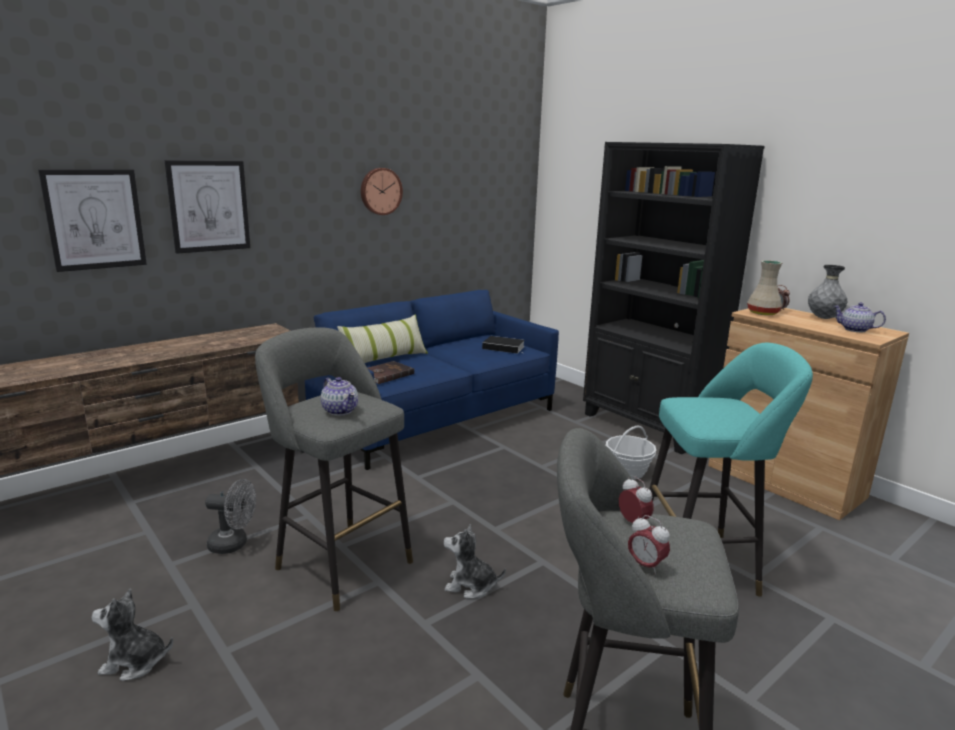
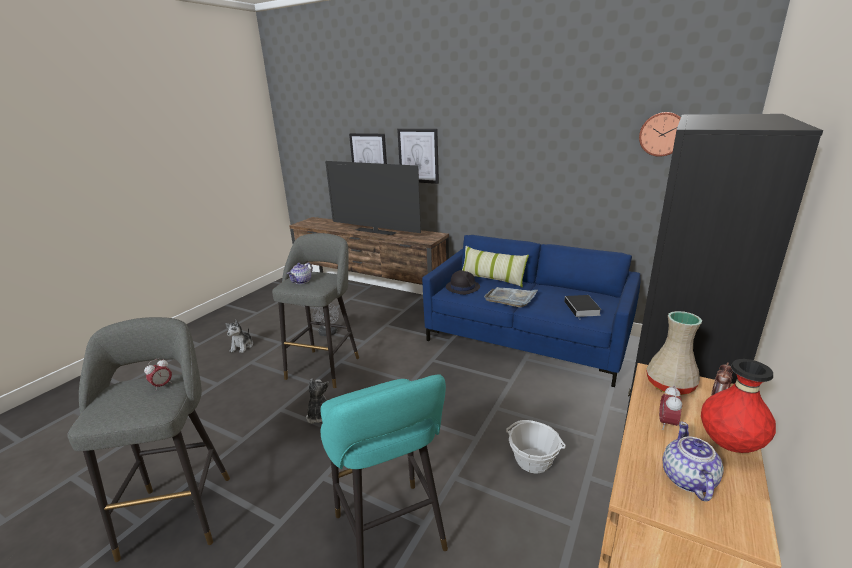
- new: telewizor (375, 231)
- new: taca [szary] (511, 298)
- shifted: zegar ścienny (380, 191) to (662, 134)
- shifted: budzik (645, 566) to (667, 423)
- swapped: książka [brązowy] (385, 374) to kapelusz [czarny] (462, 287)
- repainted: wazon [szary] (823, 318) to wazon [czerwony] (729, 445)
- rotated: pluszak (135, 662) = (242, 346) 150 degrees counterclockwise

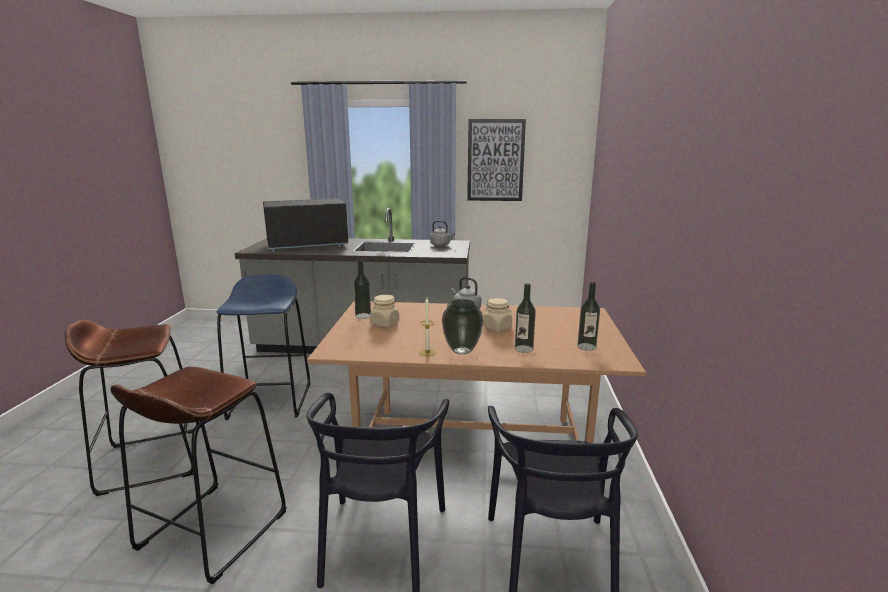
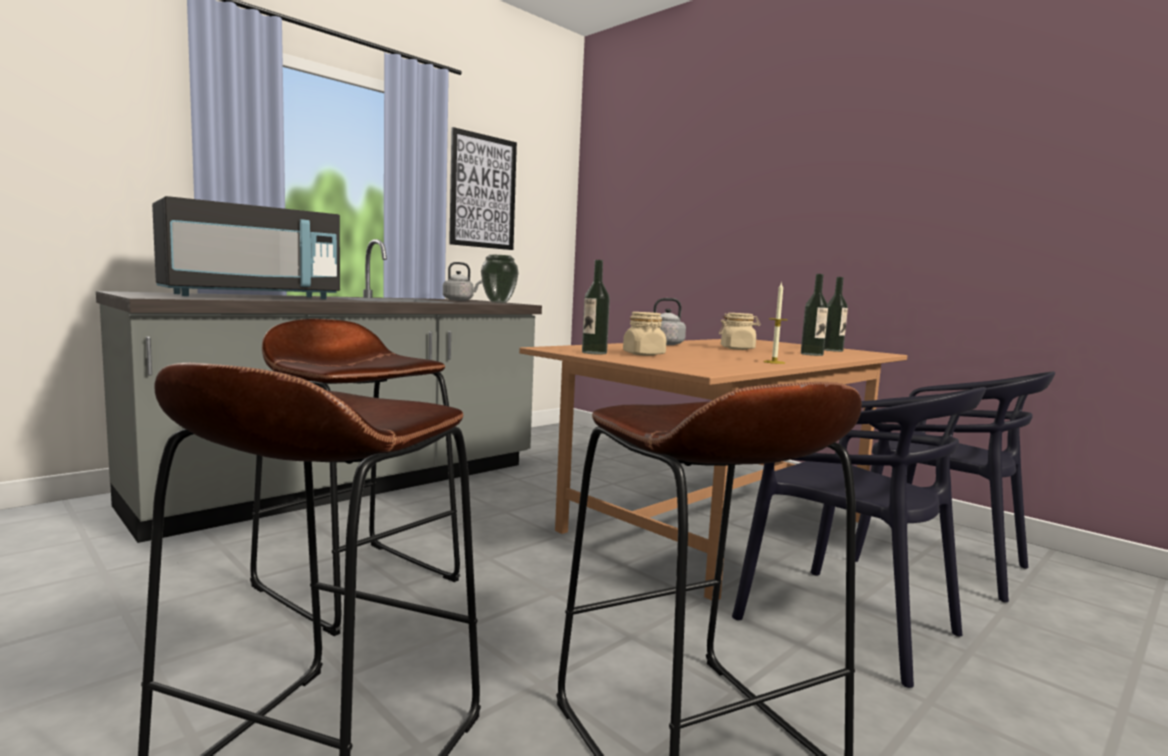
- shifted: wazon (462, 351) to (499, 302)
- repainted: stołek [niebieski] (271, 400) to stołek [brązowy] (357, 583)
- rotated: mikrofalówka [czarny] (307, 245) = (251, 297) 150 degrees counterclockwise

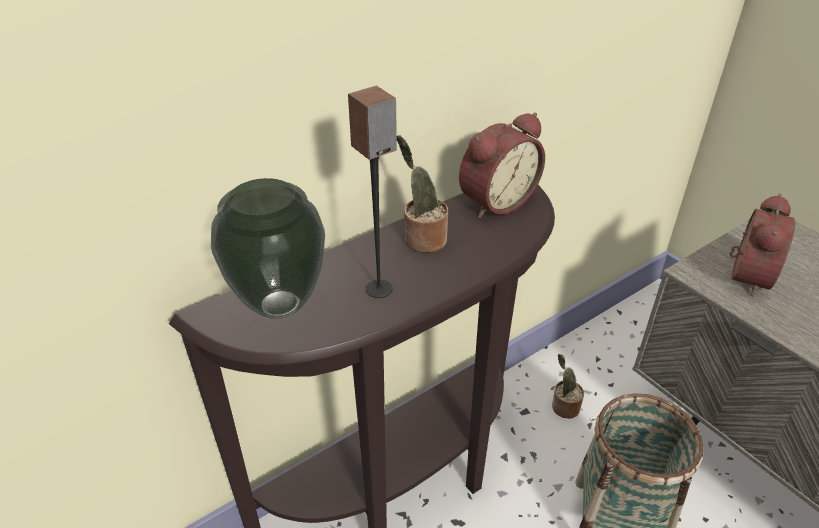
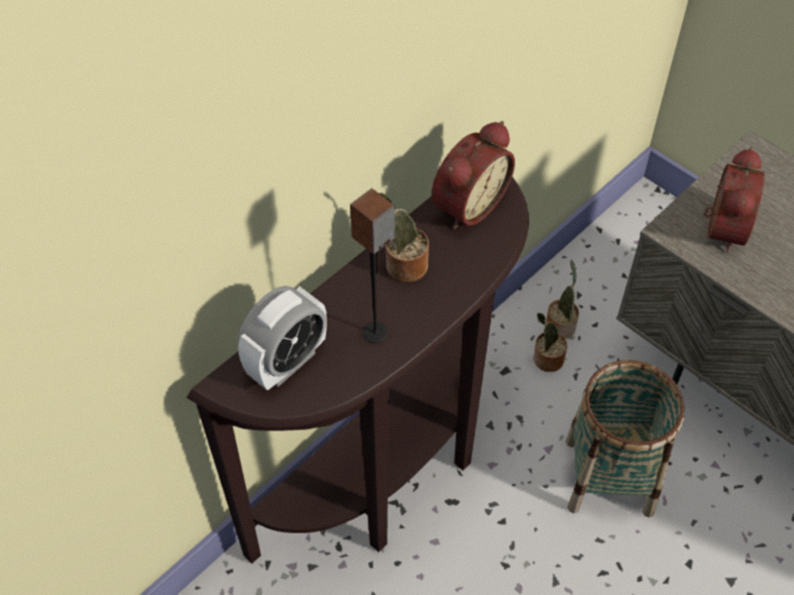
- new: roślina doniczkowa (560, 325)
- swapped: wazon (280, 303) to budzik (287, 362)

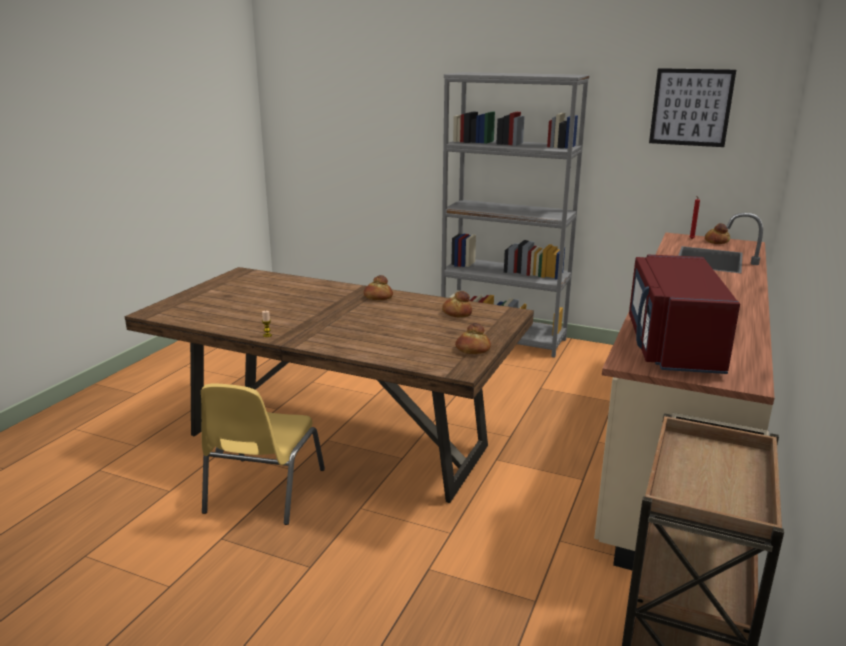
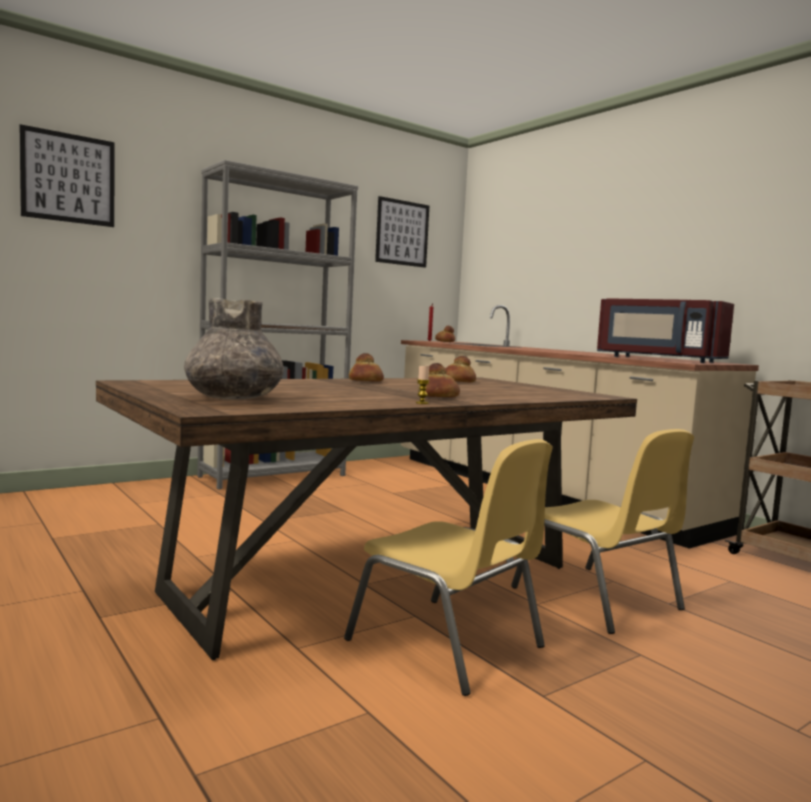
- new: obraz (68, 178)
- new: wazon [szary] (234, 398)
- new: krzesło [żółty] (598, 599)
- shifted: chleb (472, 349) to (437, 397)

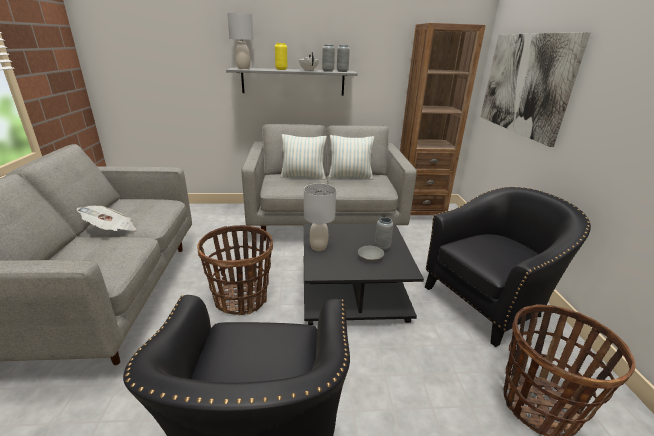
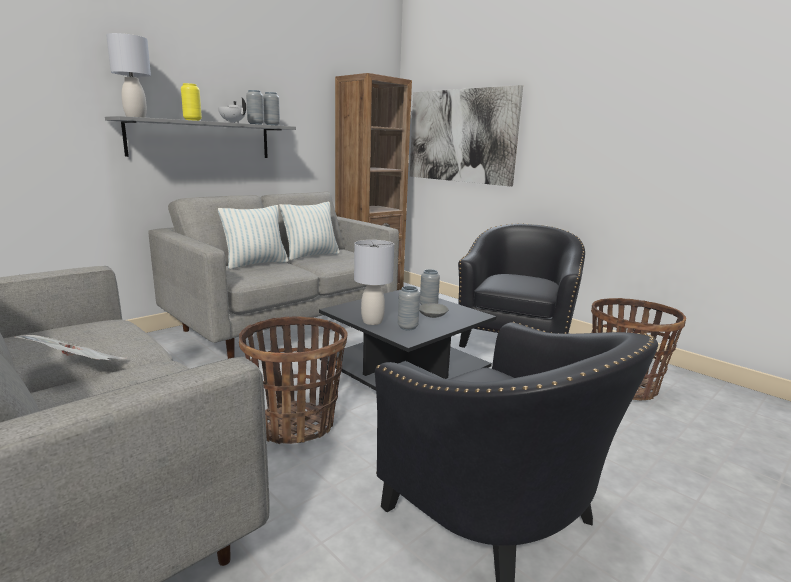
- new: wazon [szary] (407, 327)

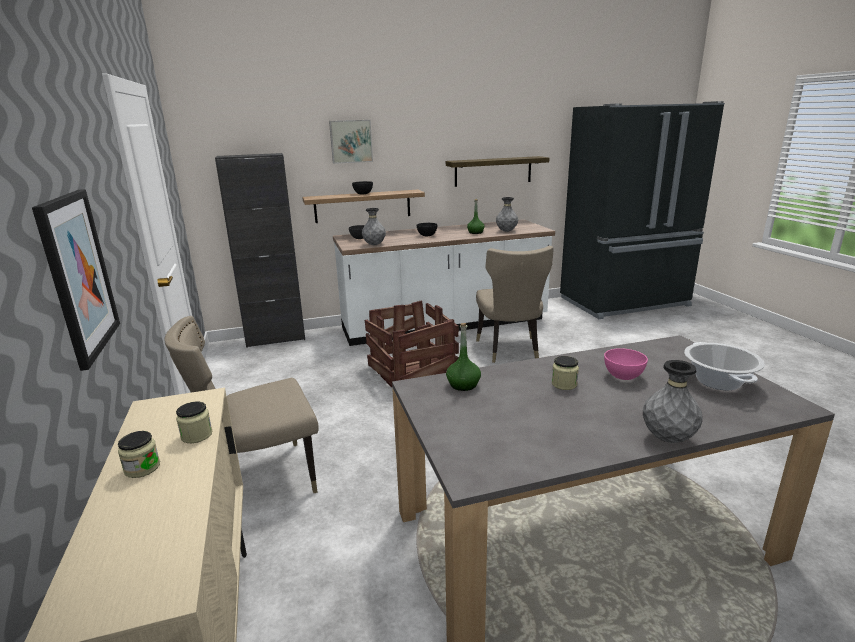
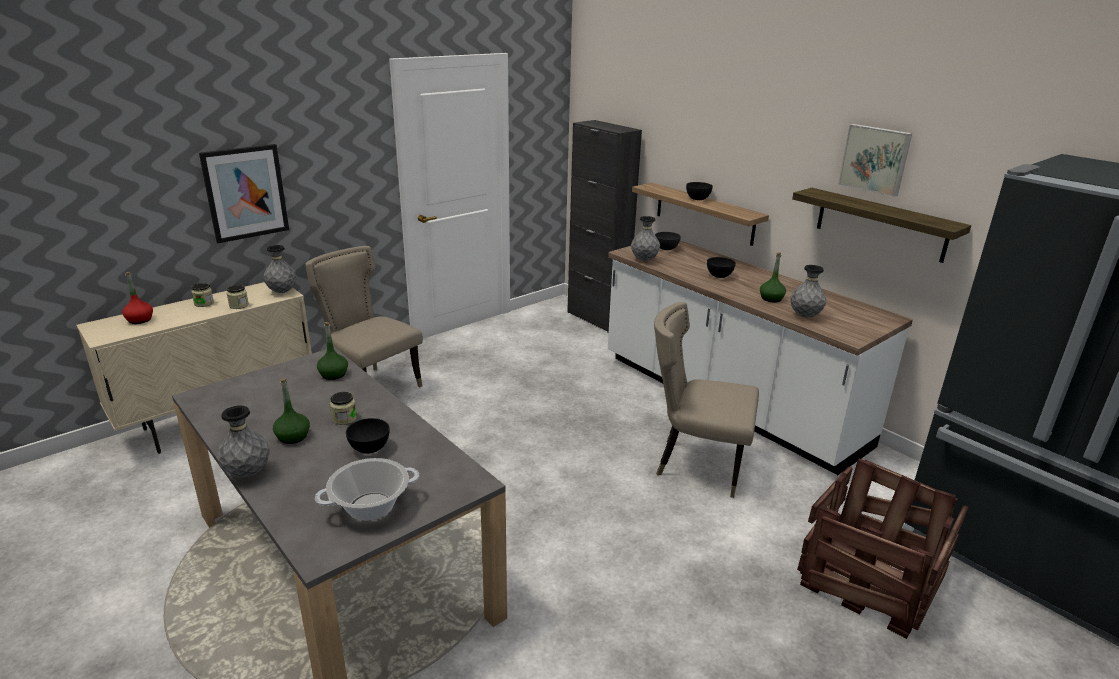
- new: butelka [czerwony] (139, 320)
- new: wazon [szary] (282, 292)
- new: butelka [zielony] (293, 437)
- shifted: obraz (351, 141) to (875, 159)
- shifted: skrzynka (413, 370) to (871, 580)
- repainted: miska [różowy] (623, 376) to miska [czarny] (369, 448)
- rotated: krzesło [beżowy] (510, 351) = (696, 463) 45 degrees clockwise

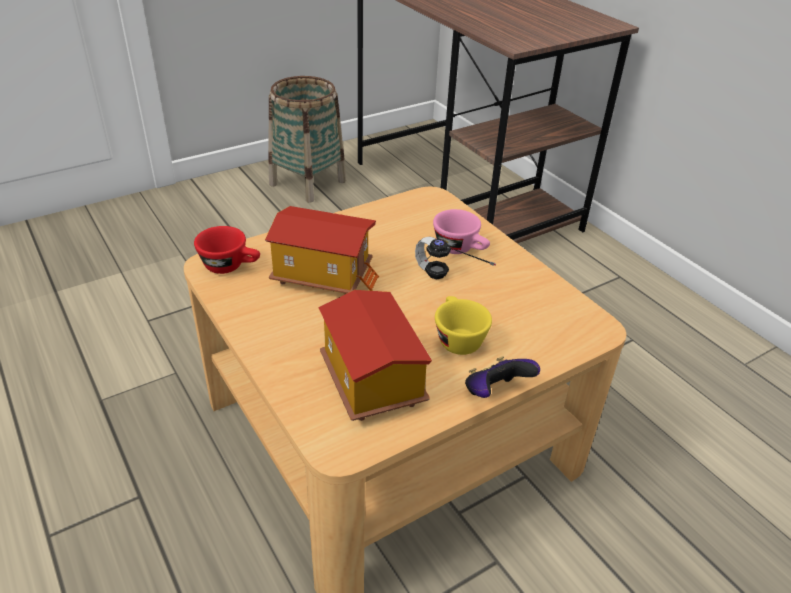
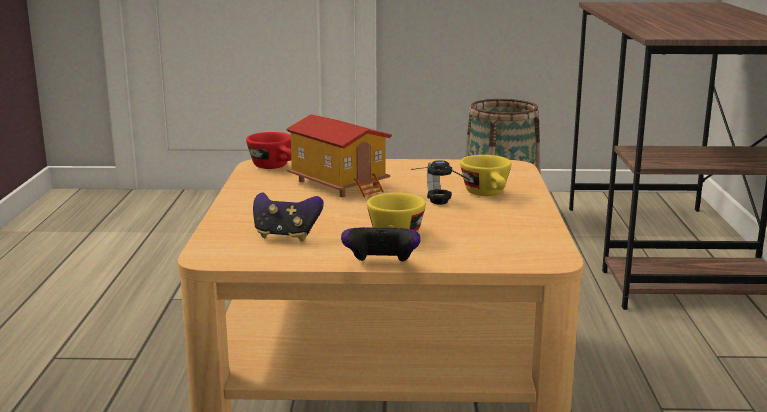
- swapped: domek (370, 382) to pad do gier (286, 236)
- repainted: filiżanka [różowy] (461, 249) to filiżanka [żółty] (488, 194)

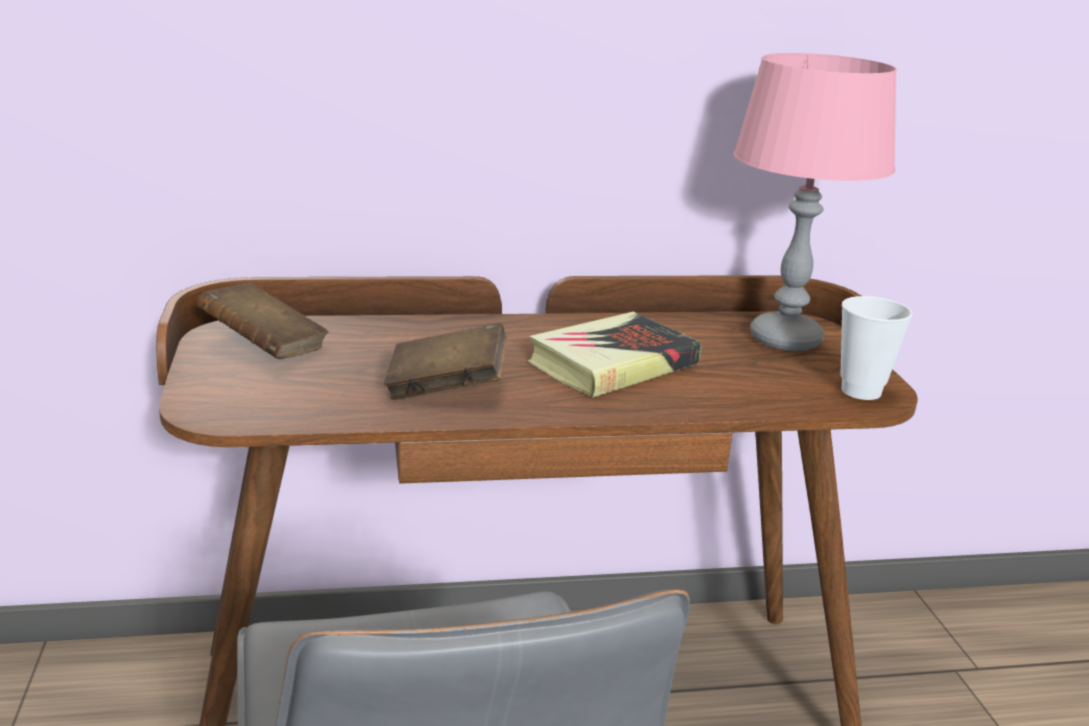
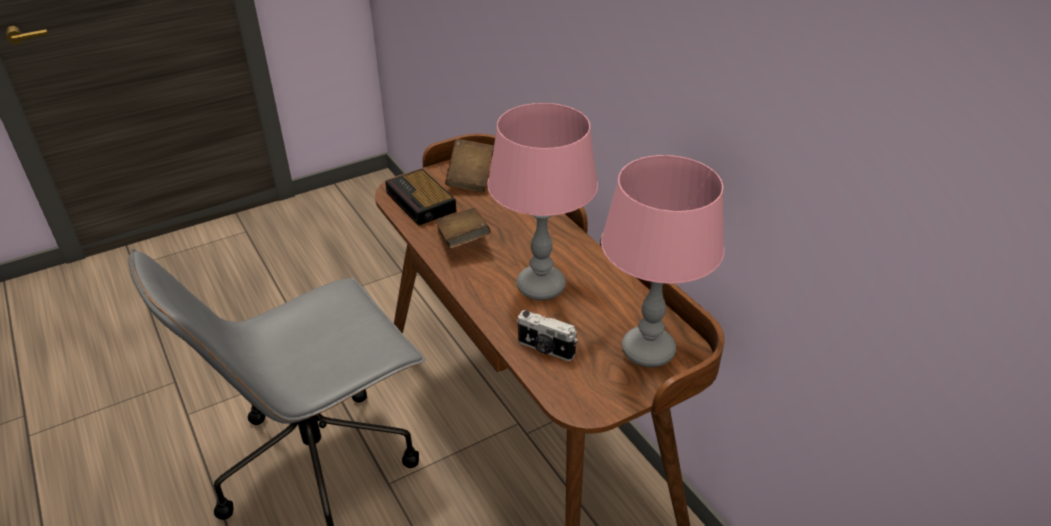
- gone: filiżanka (861, 391)
- new: budzik (421, 203)
- new: aparat fotograficzny (545, 349)
- swapped: książka (613, 364) to lampa stołowa [różowy] (540, 286)

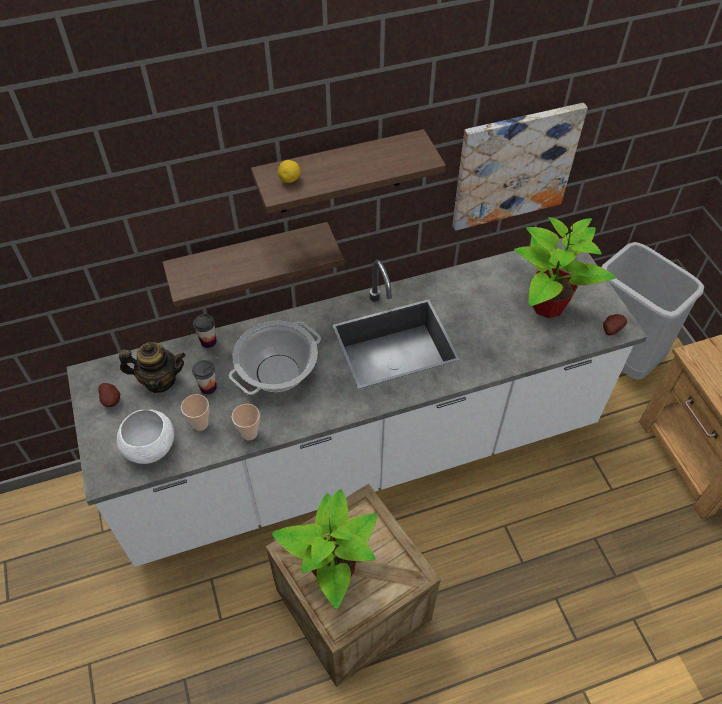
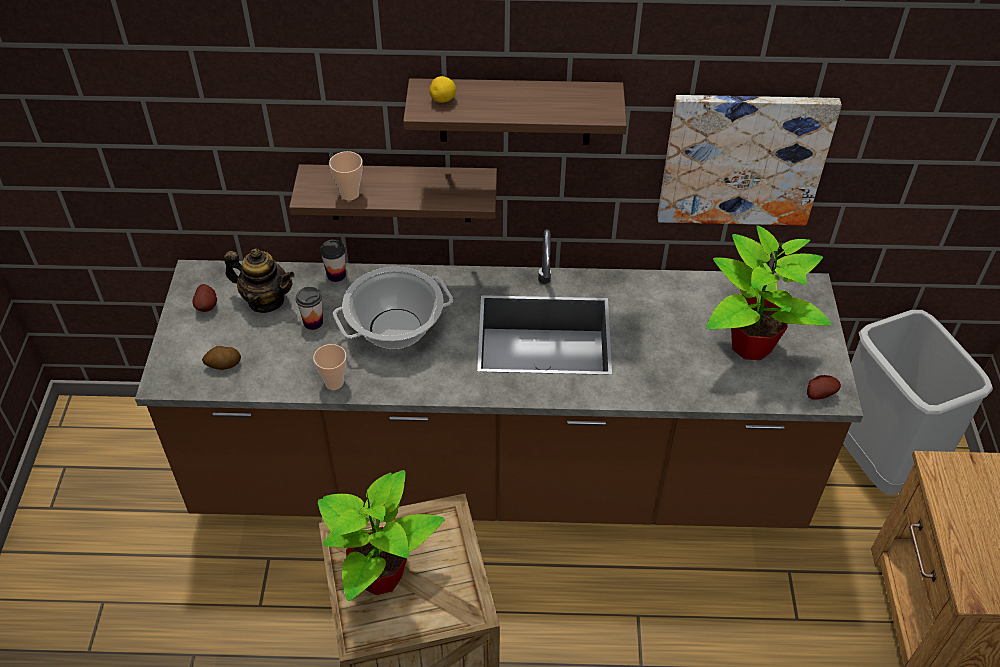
- shifted: filiżanka (200, 424) to (350, 194)
- swapped: miska [biały] (149, 447) to ziemniak (223, 365)
- repainted: zabudowa kuchenna [biały] (361, 452) to zabudowa kuchenna [brązowy] (498, 475)

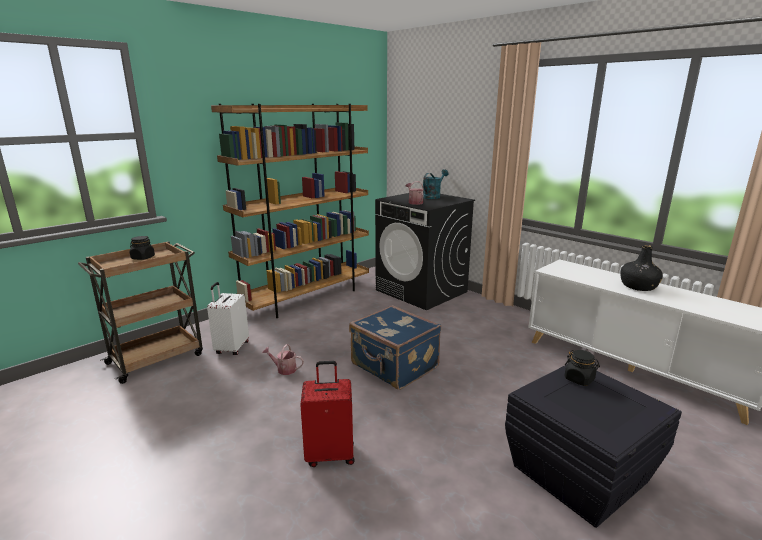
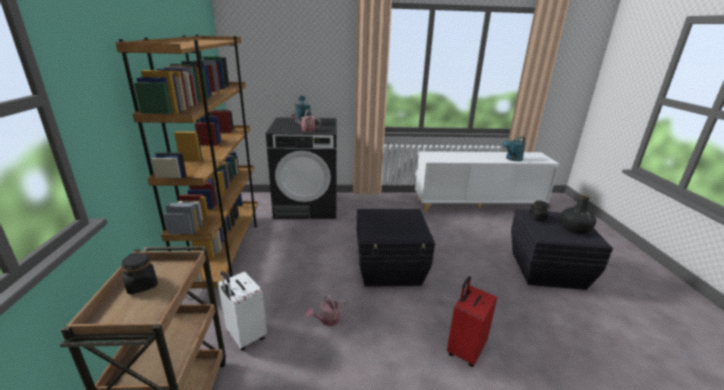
- new: konewka [turkusowy] (512, 159)
- shifted: butelka [czarny] (638, 287) to (575, 229)
- swapped: walizka [niebieski] (394, 367) to pojemnik do przechowywania [czarny] (390, 269)

